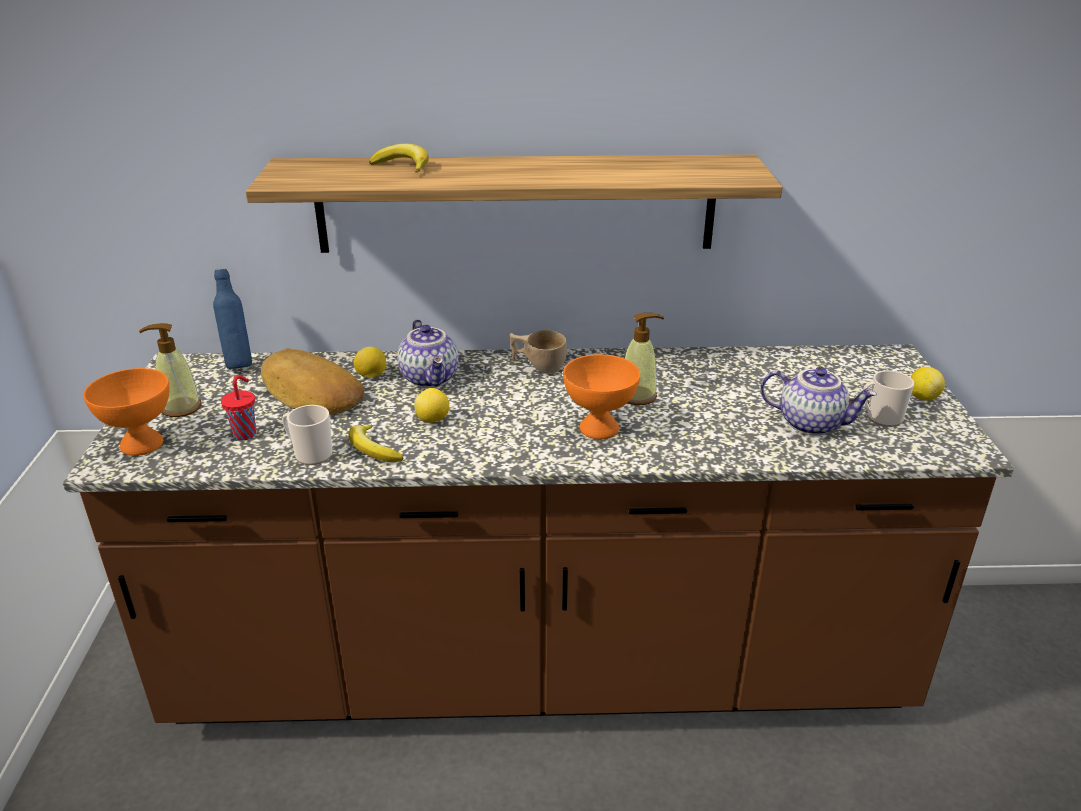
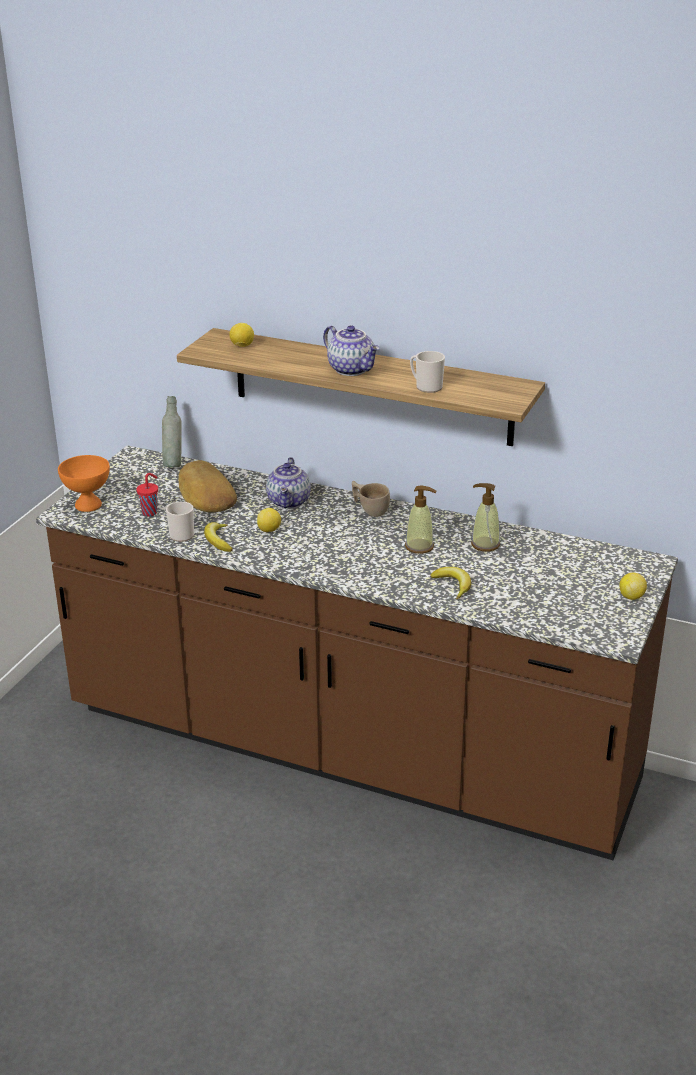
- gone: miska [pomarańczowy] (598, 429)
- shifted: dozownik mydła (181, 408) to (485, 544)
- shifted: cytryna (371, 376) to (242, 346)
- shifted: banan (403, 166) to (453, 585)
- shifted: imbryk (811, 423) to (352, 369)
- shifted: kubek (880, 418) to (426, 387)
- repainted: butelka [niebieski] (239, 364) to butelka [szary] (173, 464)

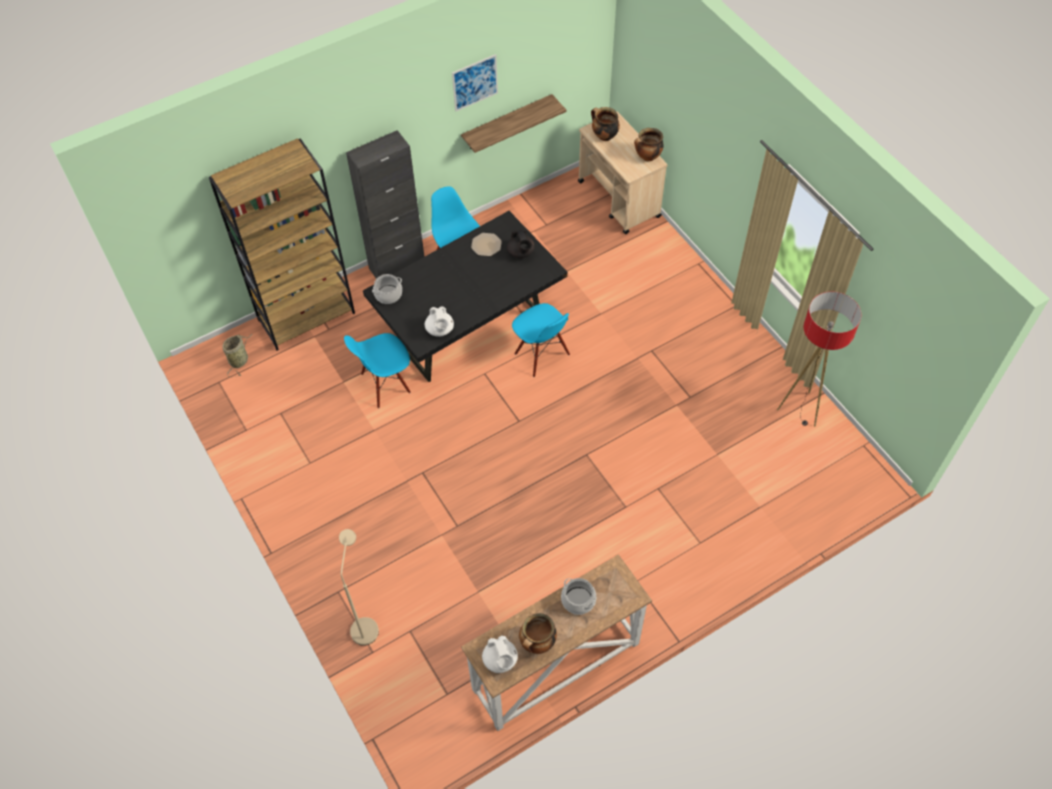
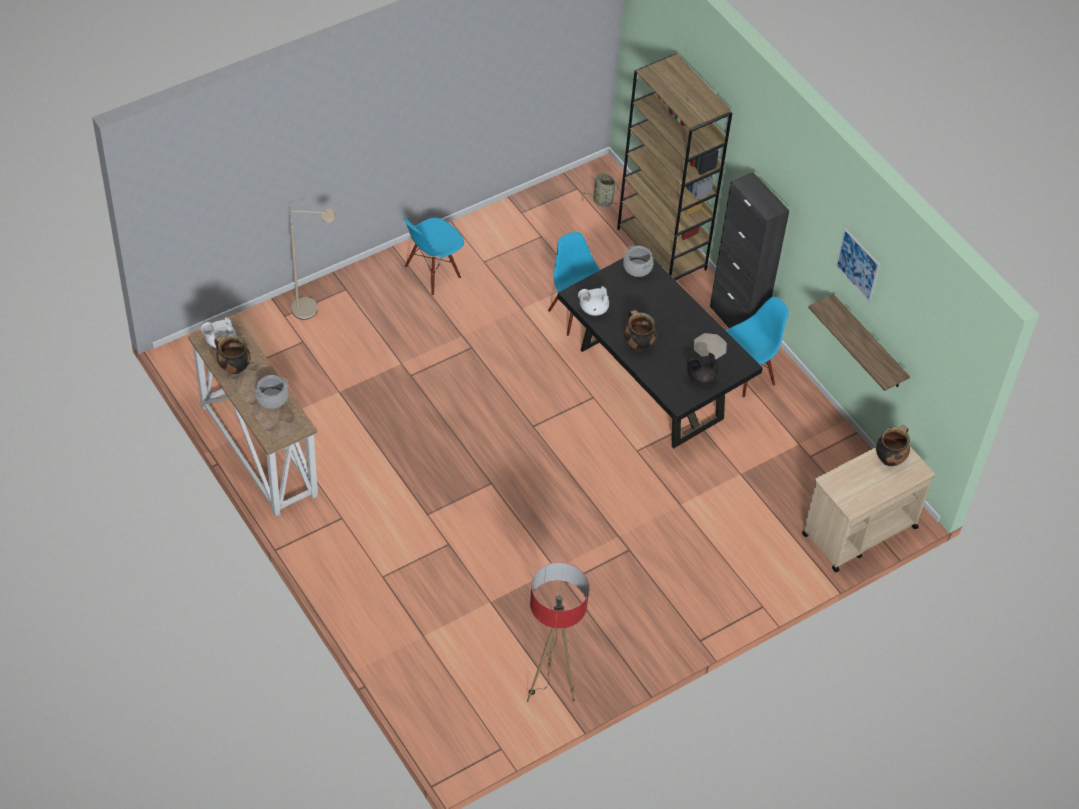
- shifted: krzesło [niebieski] (541, 355) to (432, 273)
- shifted: garnek (647, 157) to (638, 344)

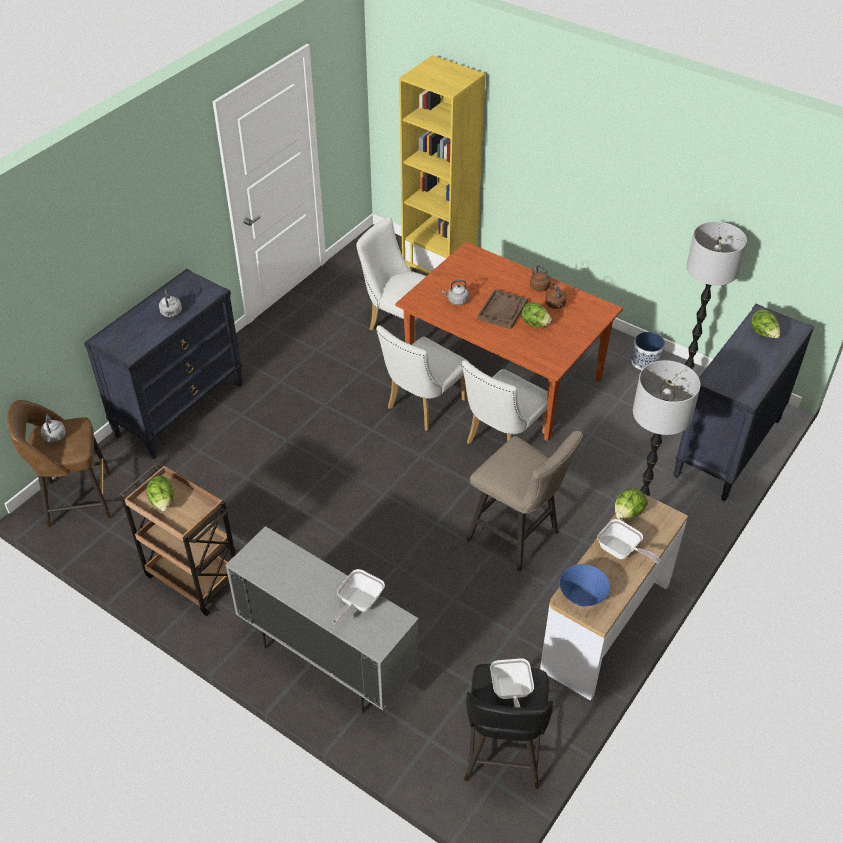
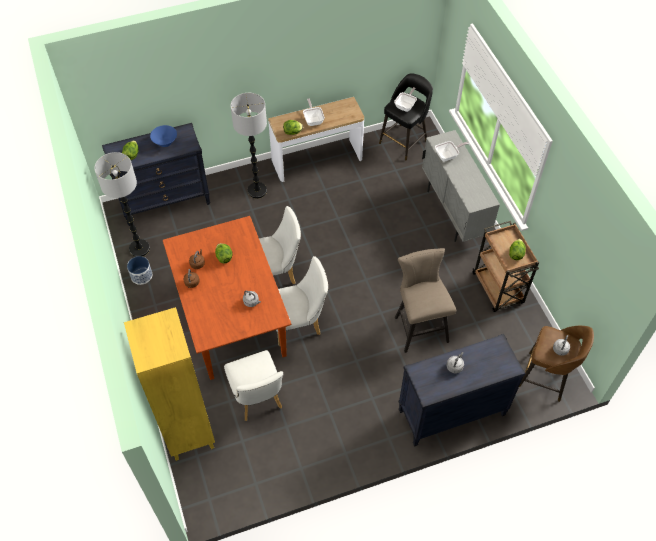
- gone: taca [brązowy] (502, 310)
- shifted: stołek [beżowy] (518, 538) to (419, 326)
- shifted: miska [niebieski] (582, 597) to (165, 142)

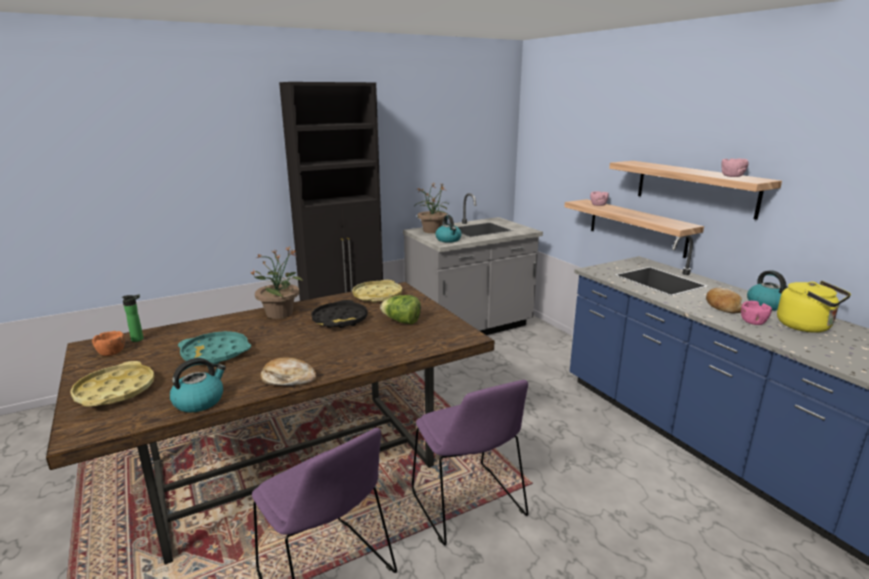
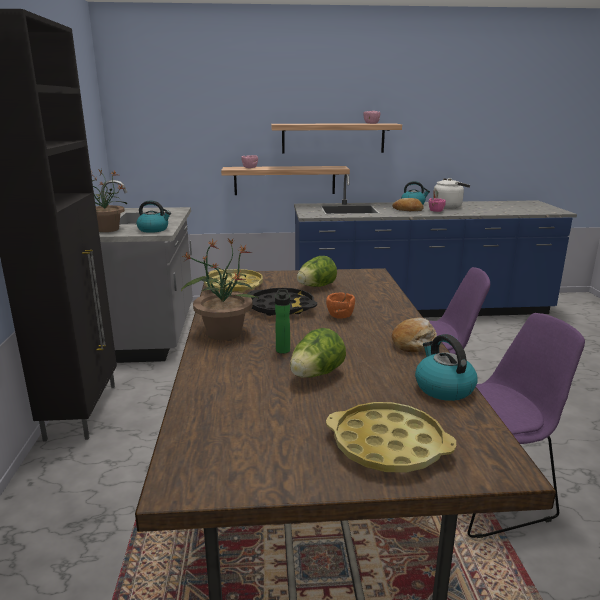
- shifted: miska [pomarańczowy] (112, 352) to (340, 315)
- shifted: butelka (139, 339) to (283, 349)
- swapped: taca [turkusowy] (215, 353) to sałata (316, 375)
- repainted: czajnik [żółty] (807, 327) to czajnik [biały] (448, 206)

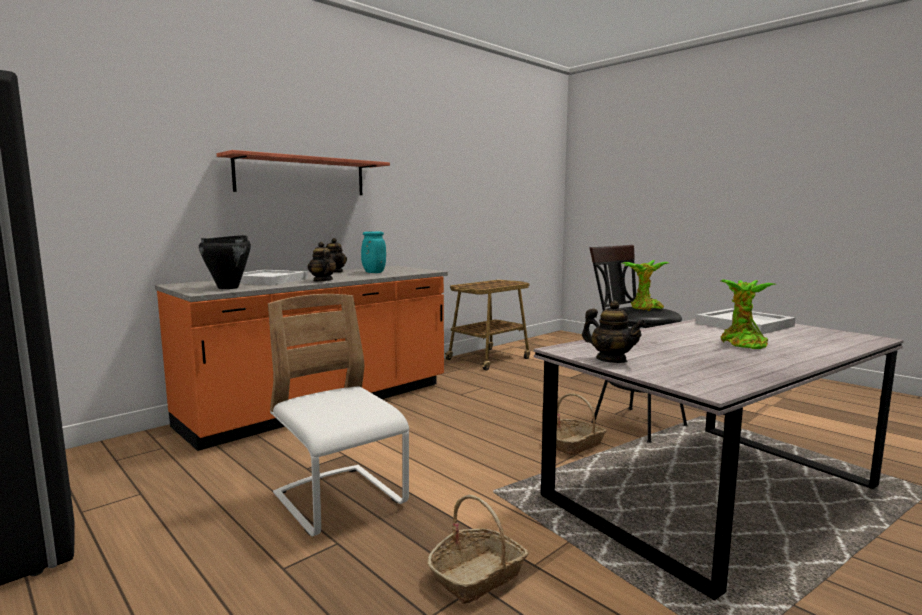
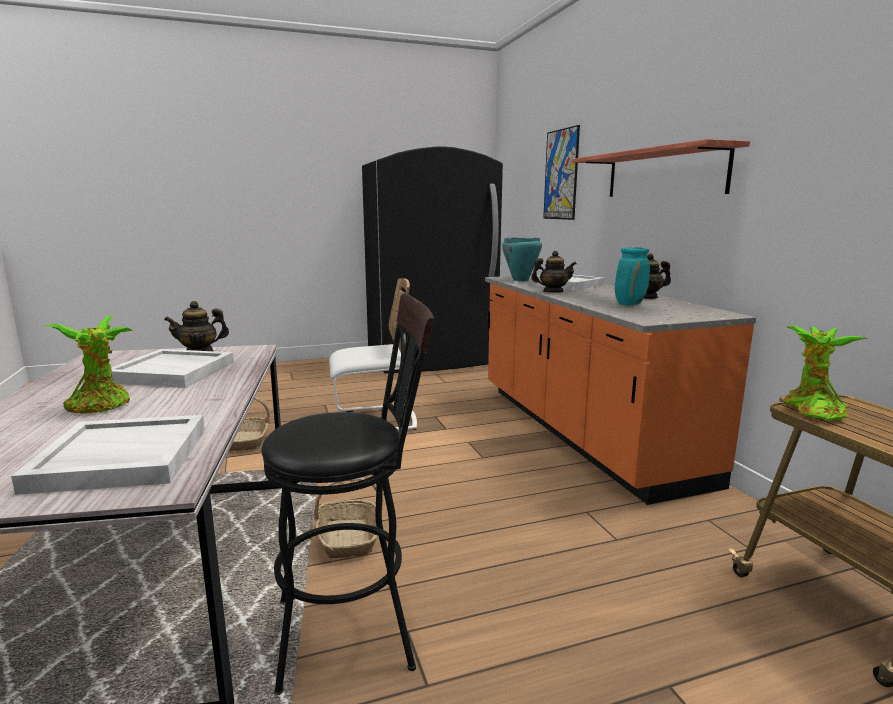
- new: taca [biały] (174, 372)
- new: obraz (561, 174)
- shifted: roślina doniczkowa (645, 309) to (811, 410)
- repainted: garnek [czarny] (228, 288) to garnek [turkusowy] (520, 280)

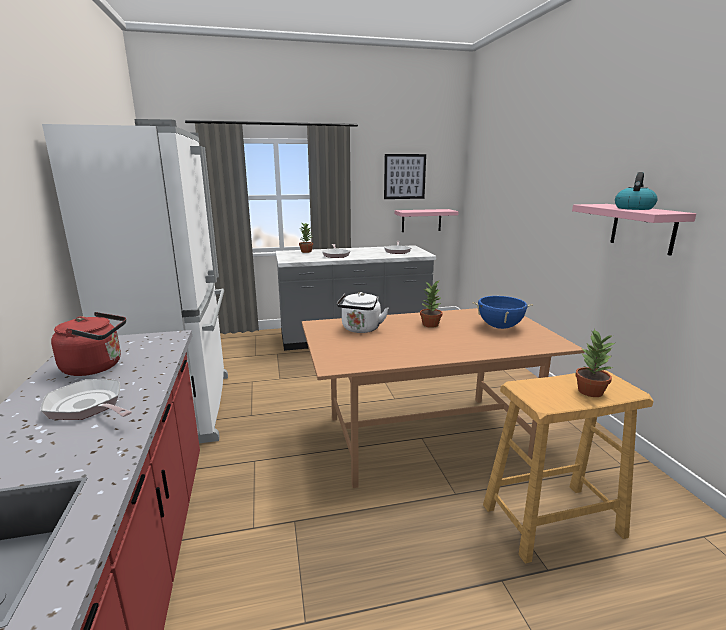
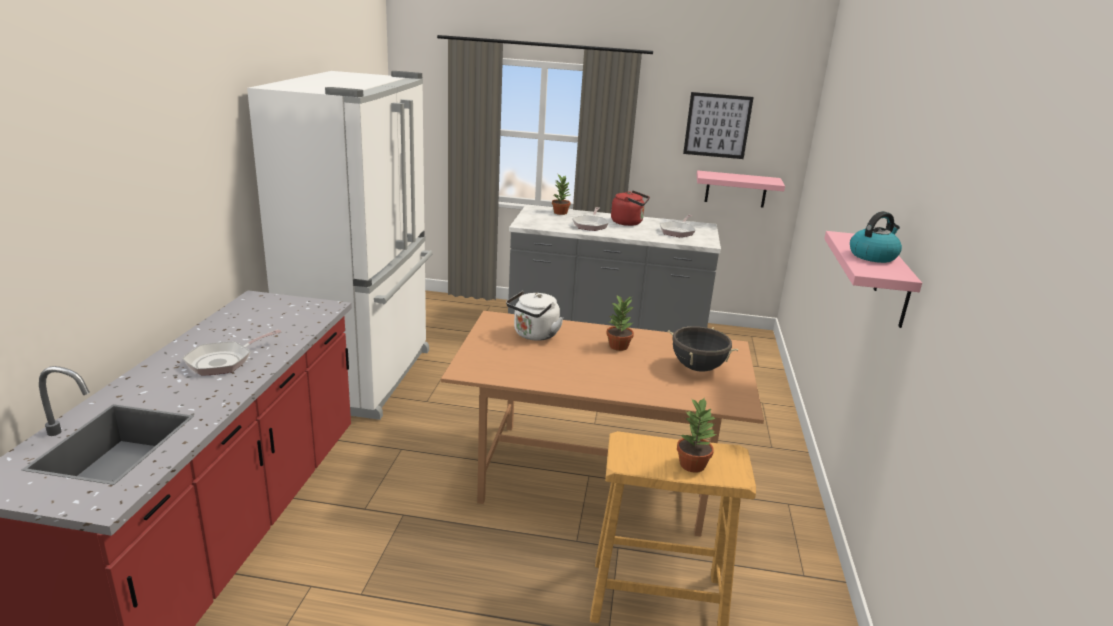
- shifted: czajnik [czerwony] (96, 367) to (629, 223)
- repainted: garnek [niebieski] (500, 327) to garnek [czarny] (698, 368)
- rotated: patelnia (88, 406) = (224, 361) 105 degrees counterclockwise

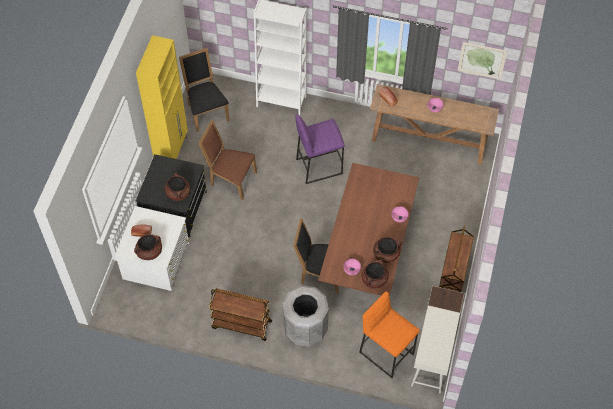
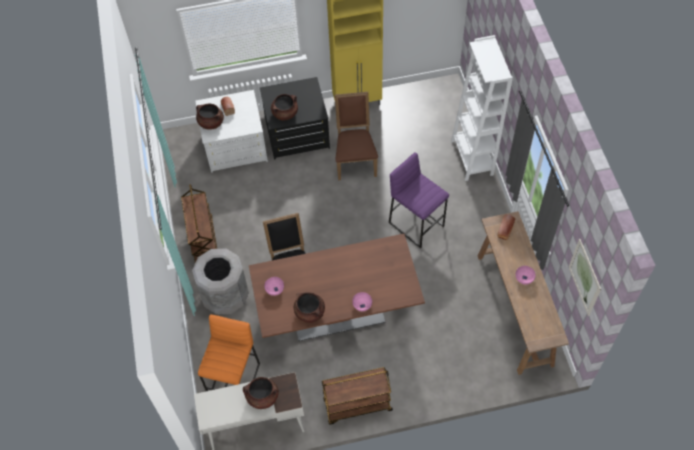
- gone: krzesło [czarny] (206, 111)
- shifted: garnek [brązowy] (374, 280) to (262, 397)

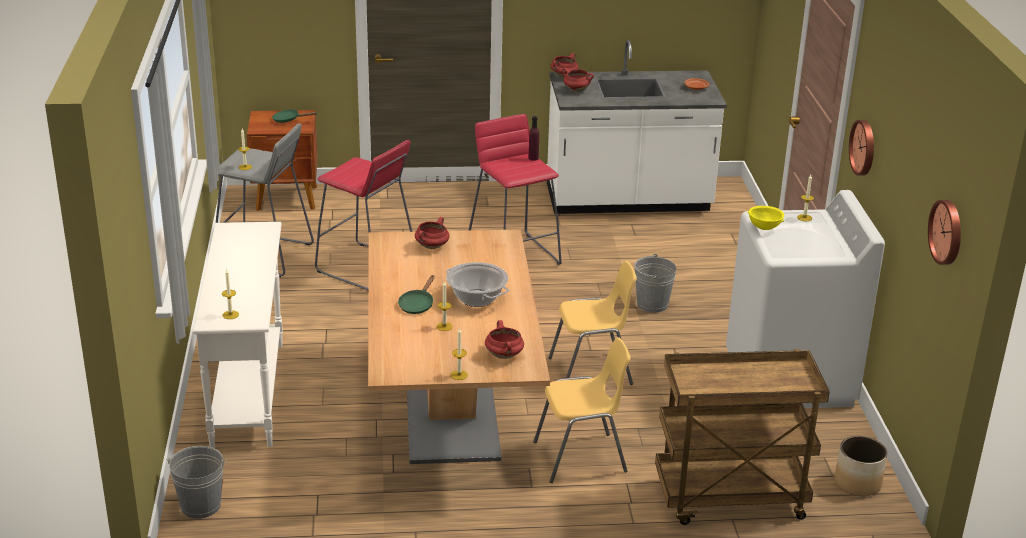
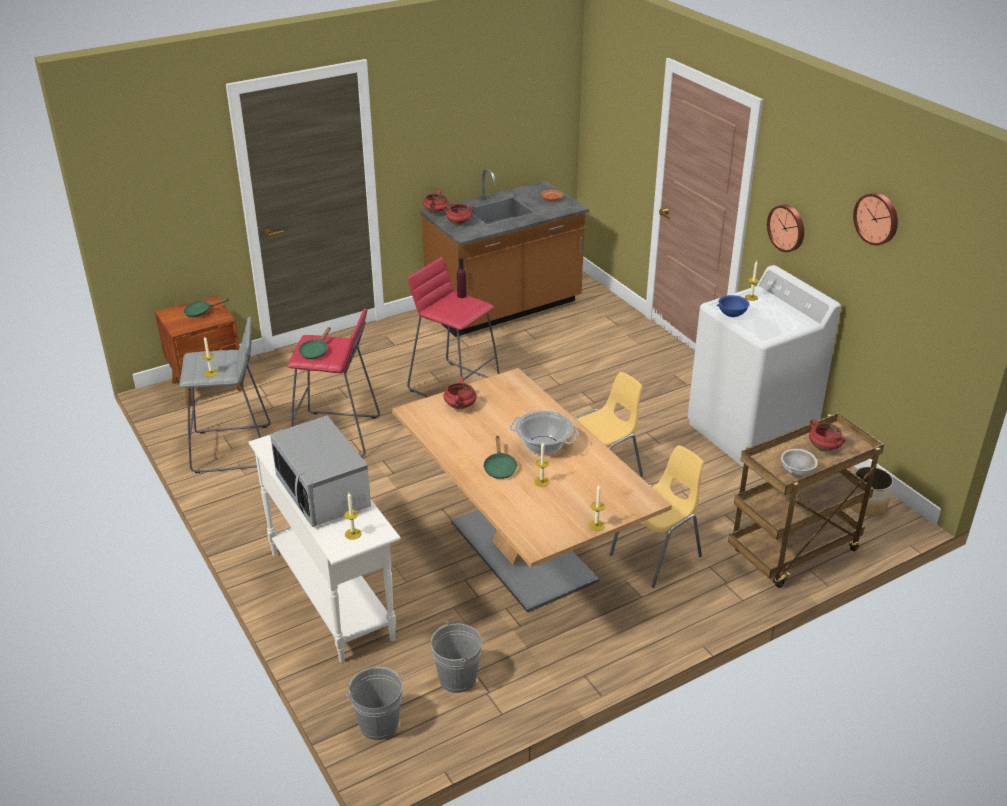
- new: mikrofalówka (324, 493)
- new: patelnia [zielony] (315, 351)
- new: miska [szary] (797, 473)
- shifted: garnek [czerwony] (504, 355) to (824, 448)
- shifted: wiadro [szary] (652, 304) to (457, 678)
- shifted: zegar ścienny (947, 232) to (877, 218)
- repainted: zabudowa kuchenna [biały] (628, 200) to zabudowa kuchenna [brązowy] (504, 308)
- repainted: miska [żółty] (764, 228) to miska [niebieski] (731, 315)

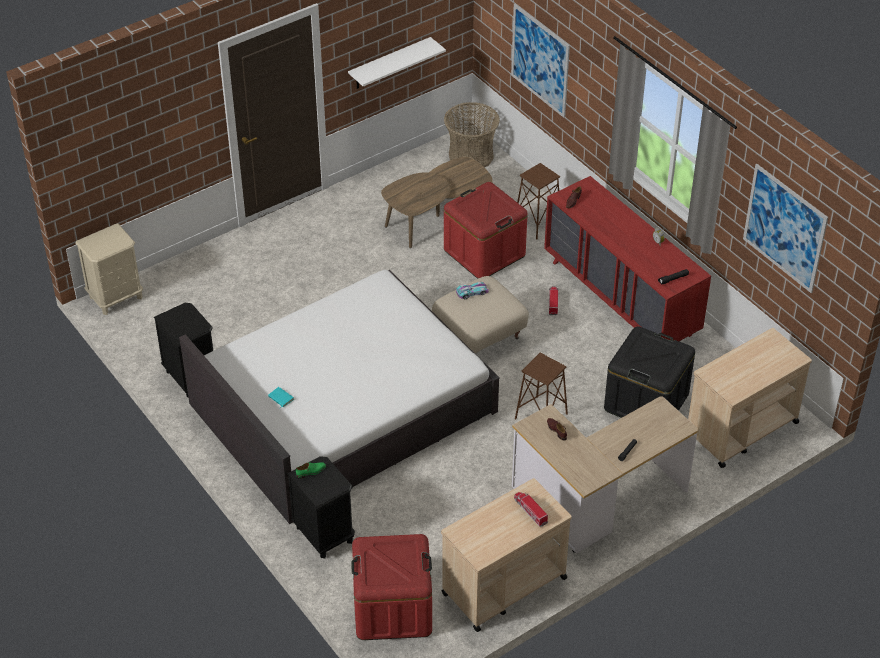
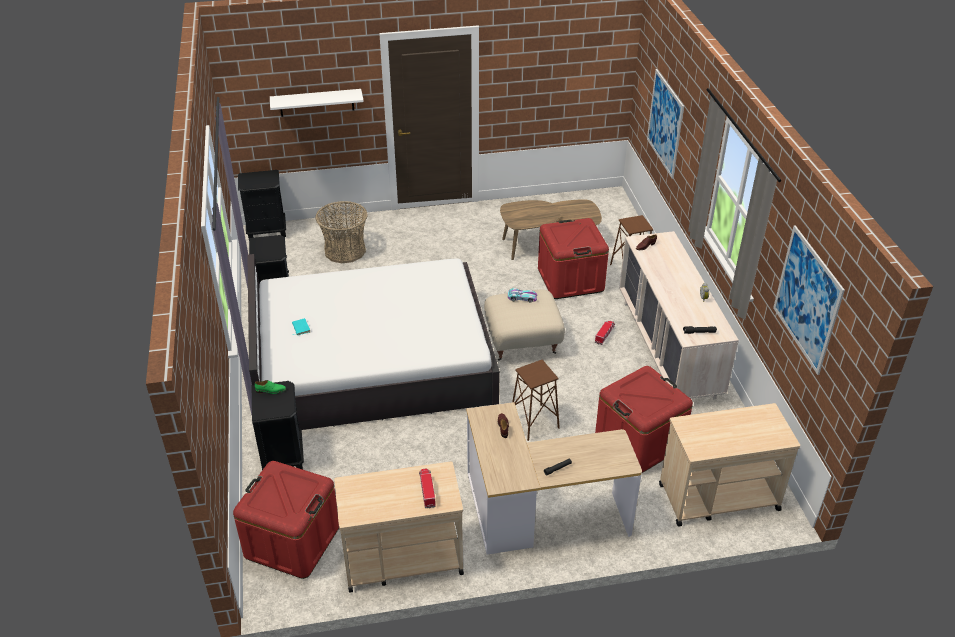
- shifted: półka [biały] (389, 64) to (316, 102)
- shifted: koszyk (471, 156) to (345, 251)
- repainted: szafka nocna [beżowy] (116, 297) to szafka nocna [czarny] (267, 231)
- repainted: komoda [czerwony] (621, 299) to komoda [beżowy] (667, 349)
- repainted: pojemnik do przechowywania [czarny] (646, 402) to pojemnik do przechowywania [czerwony] (639, 441)

